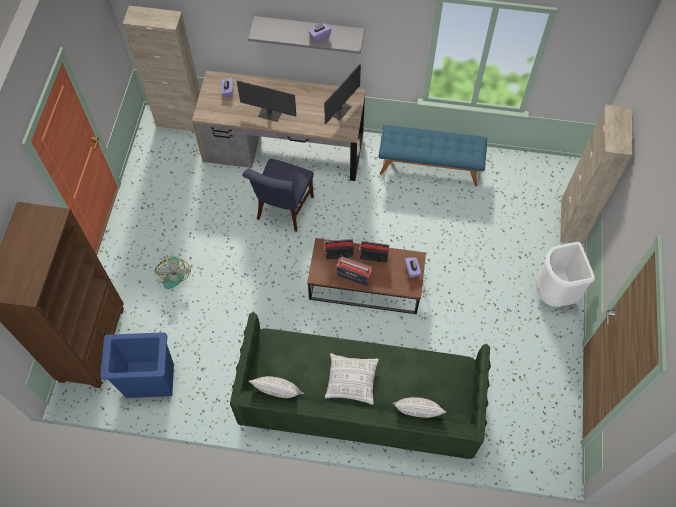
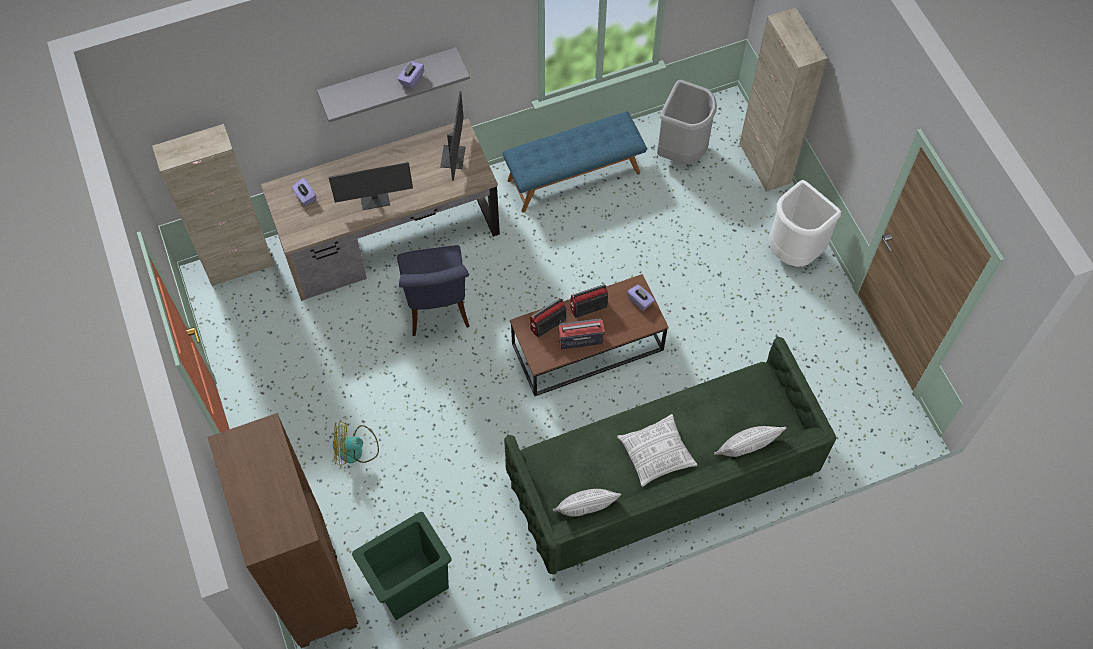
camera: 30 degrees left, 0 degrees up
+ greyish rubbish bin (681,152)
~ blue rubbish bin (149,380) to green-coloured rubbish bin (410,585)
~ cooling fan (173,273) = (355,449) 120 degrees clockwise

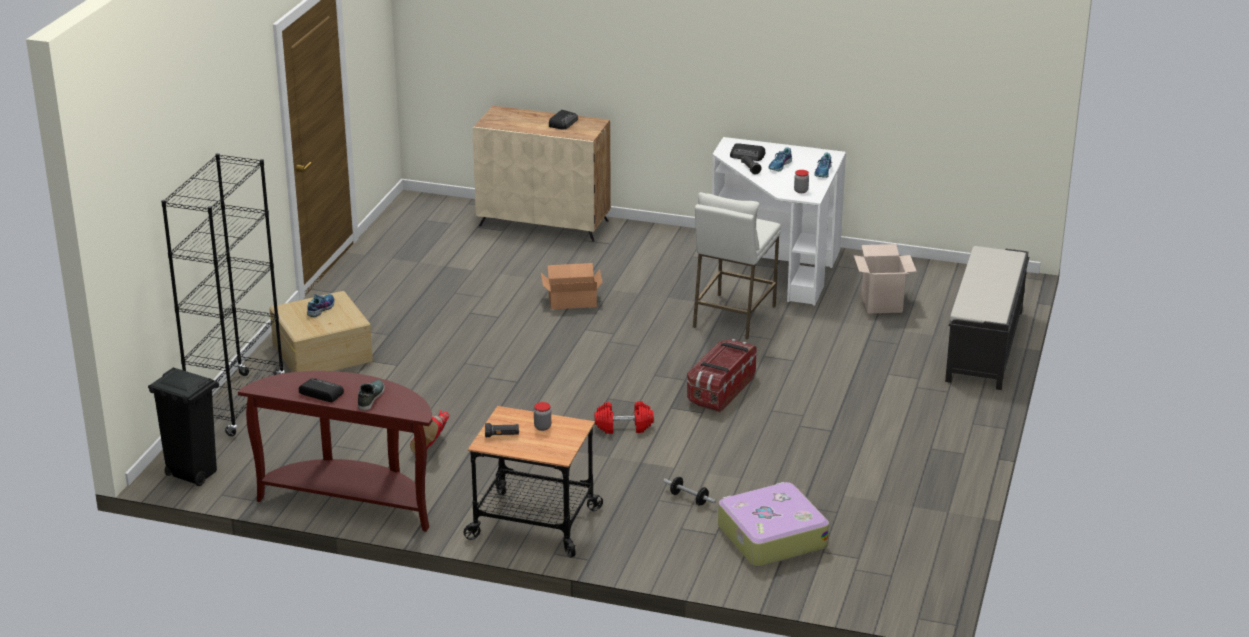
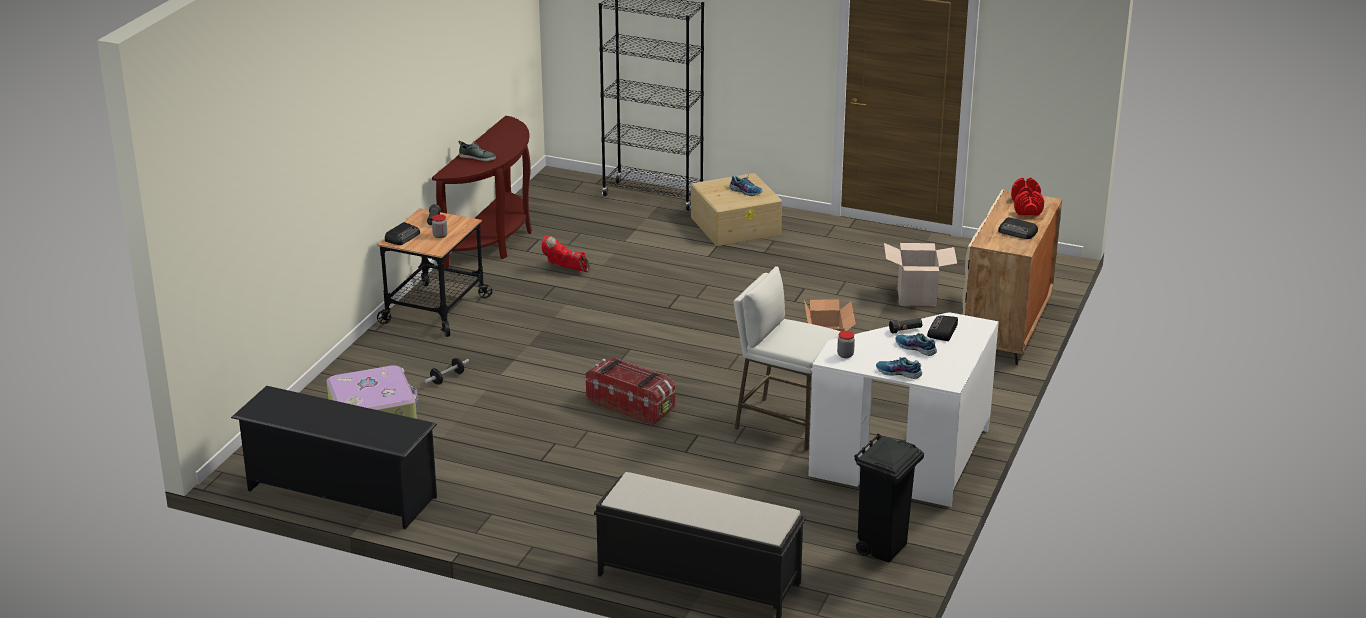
camera: 95 degrees right, 0 degrees up
+ black-coloured shoe stand (340,493)
~ black-coloured rubbish bin (192,474) to (883,548)
~ radio receiver (321,393) to (403,237)
~ red dumbbell (624,427) to (1026,207)
~ packing box (881,304) to (916,297)

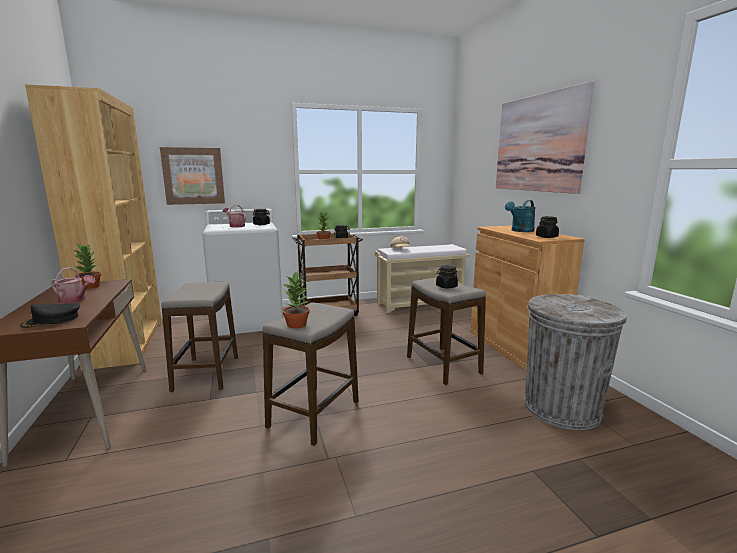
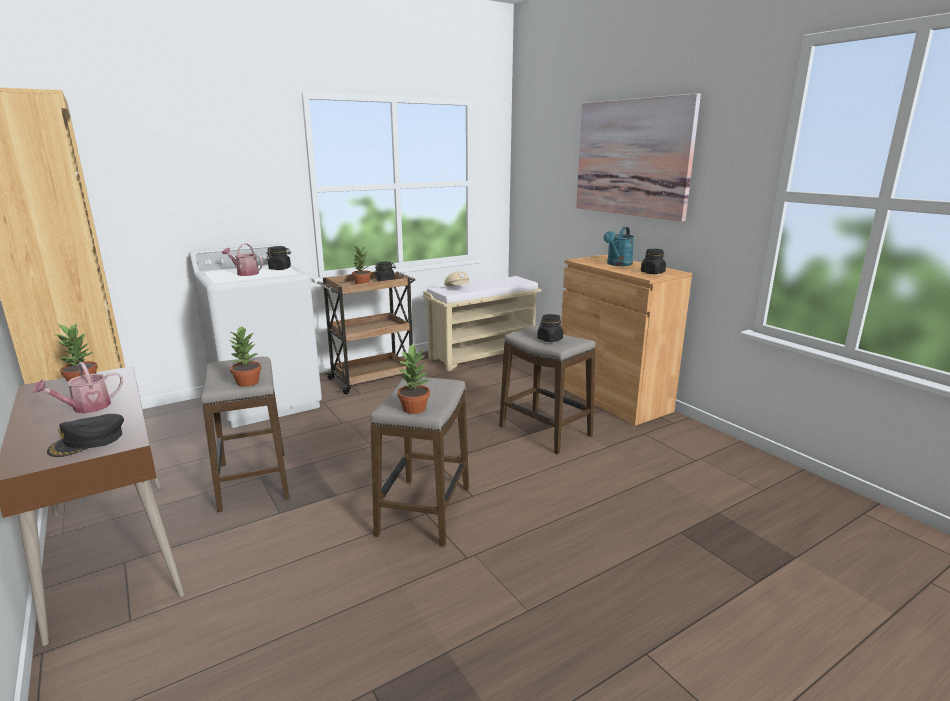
camera: 15 degrees left, 5 degrees up
- wall picture (193,176)
- greyish rubbish bin (561,408)
+ plant in a pot (247,383)
~ watering pot (75,300) = (86,408) 135 degrees clockwise

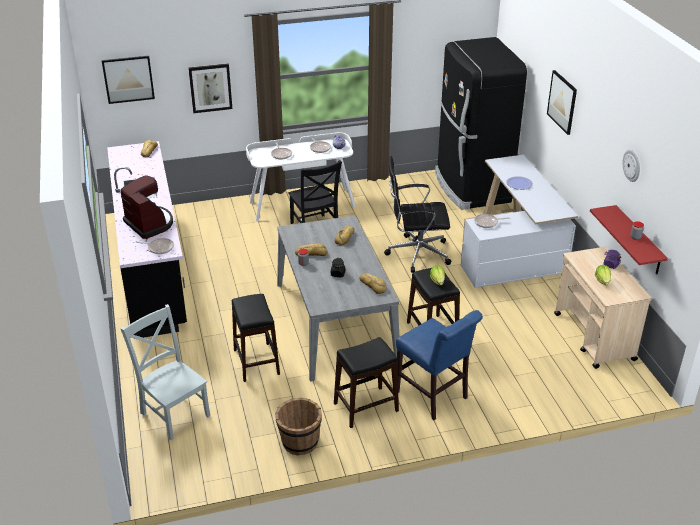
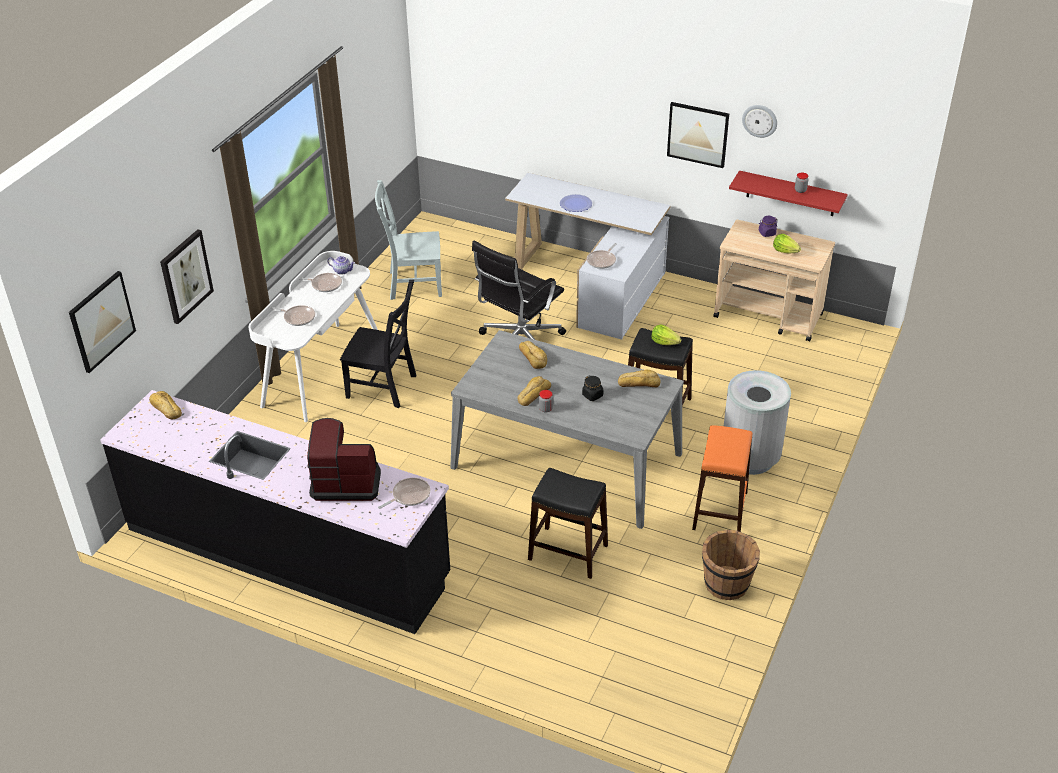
camera: 50 degrees left, 5 degrees up
- black-coloured kitchen fridge (471,187)
~ greyish upright chair (174,412) to (412,284)
~ wall picture (562,102) to (698,134)
~ blue upright chair (434,397) to greyish rubbish bin (750,458)
~ black-coloured sitting stool (366,407) to orange sitting stool (720,510)

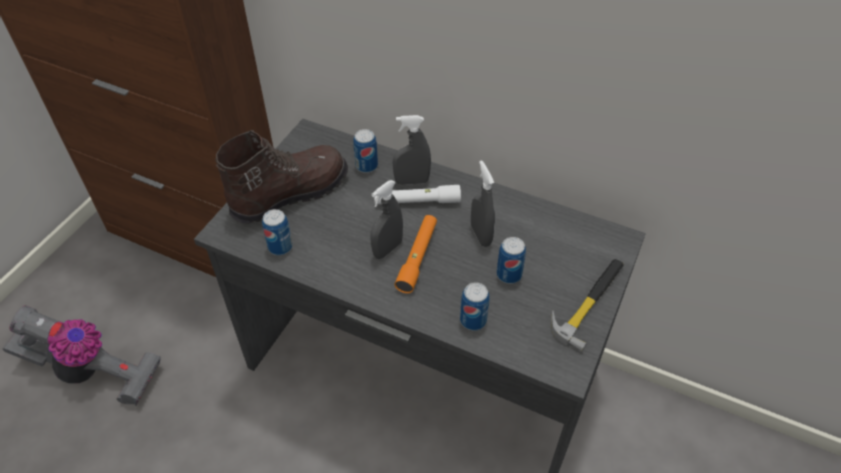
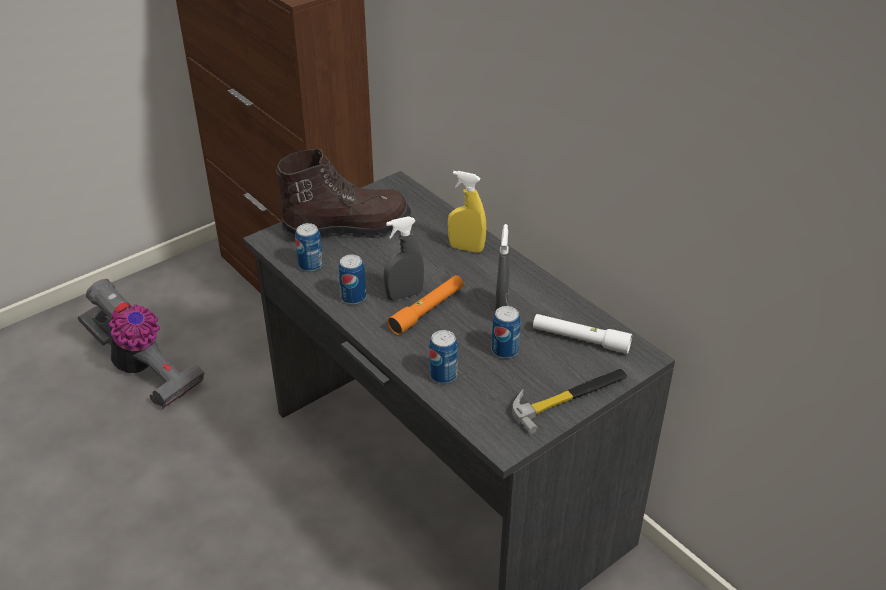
camera: 25 degrees right, 10 degrees down
~ metal can (366,166) to (353,297)
~ white-coloured hand torch (417,201) to (580,339)
~ greyish sprayer (412,181) to yellow sprayer (466,248)

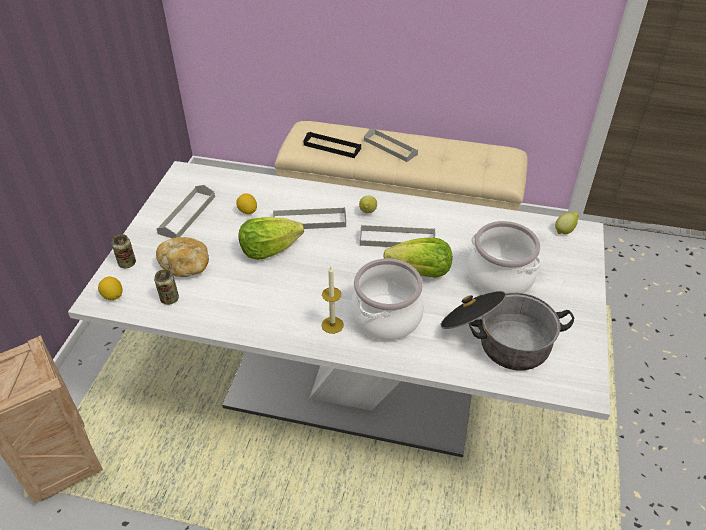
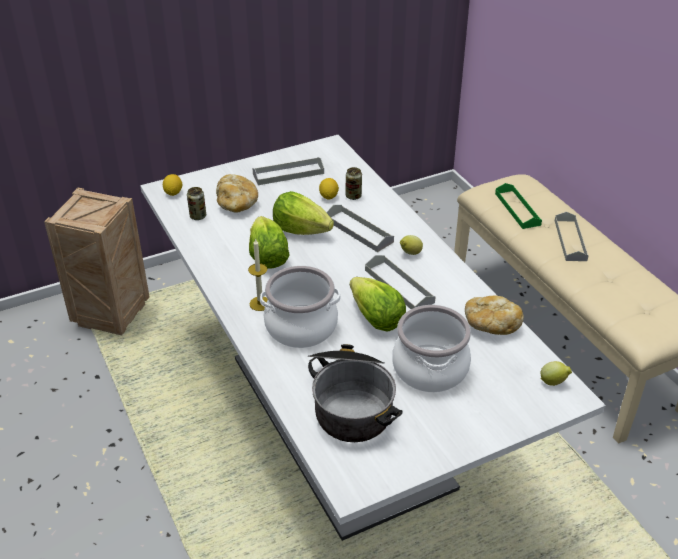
camera: 50 degrees right, 5 degrees down
+ lettuce head (267,257)
+ bread (490,325)
~ metal can (127,263) to (353,196)
~ black-coloured serving tray (332,147) to green-coloured serving tray (517,209)

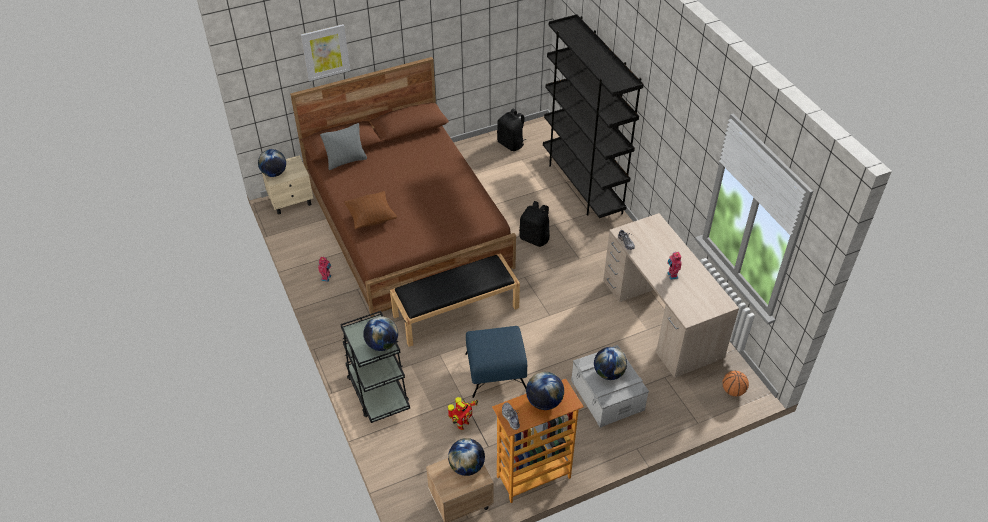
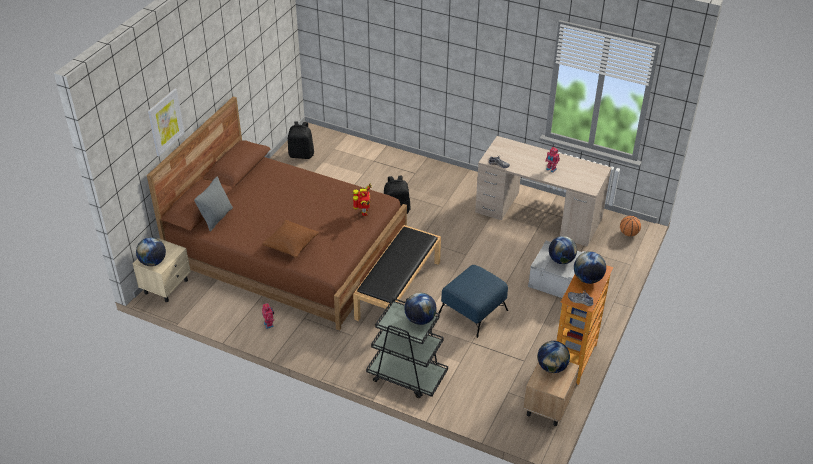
camera: 40 degrees left, 5 degrees down
- black-coloured shelving unit (582,185)
~ toy robot (461,424) to (363,212)

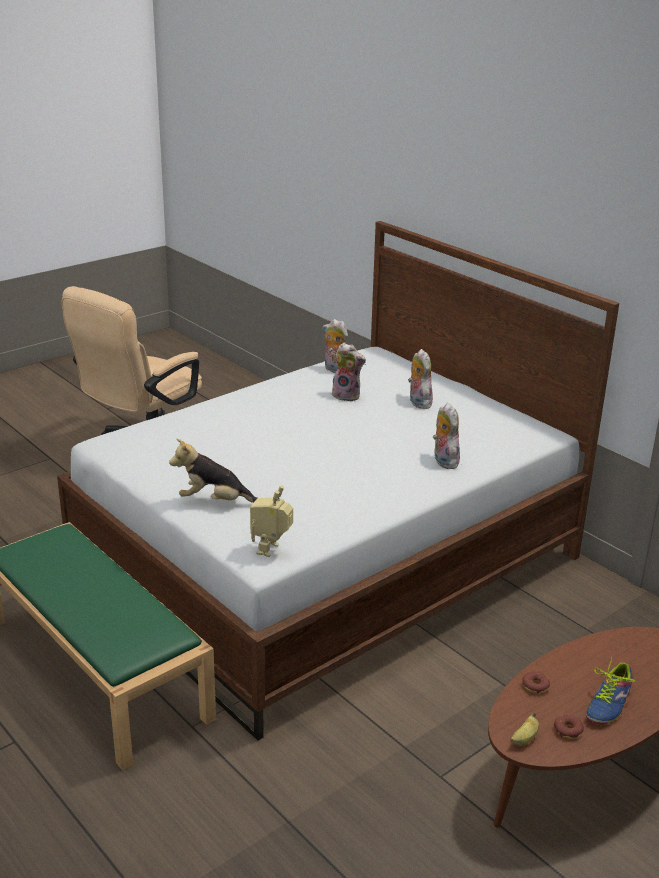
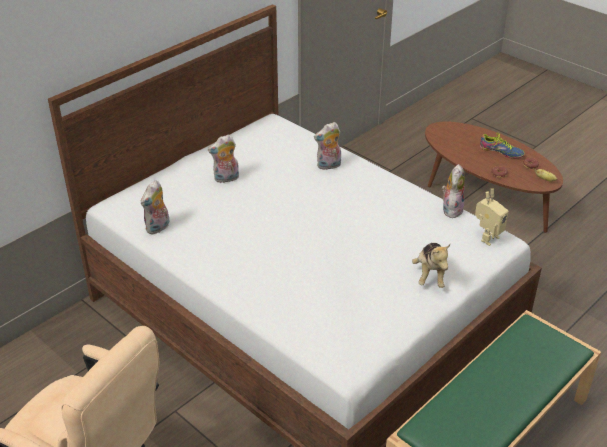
camera: 95 degrees left, 10 degrees up
~ soft toy (347,395) to (451,209)
~ toy robot (271,550) = (487,237) 60 degrees counterclockwise

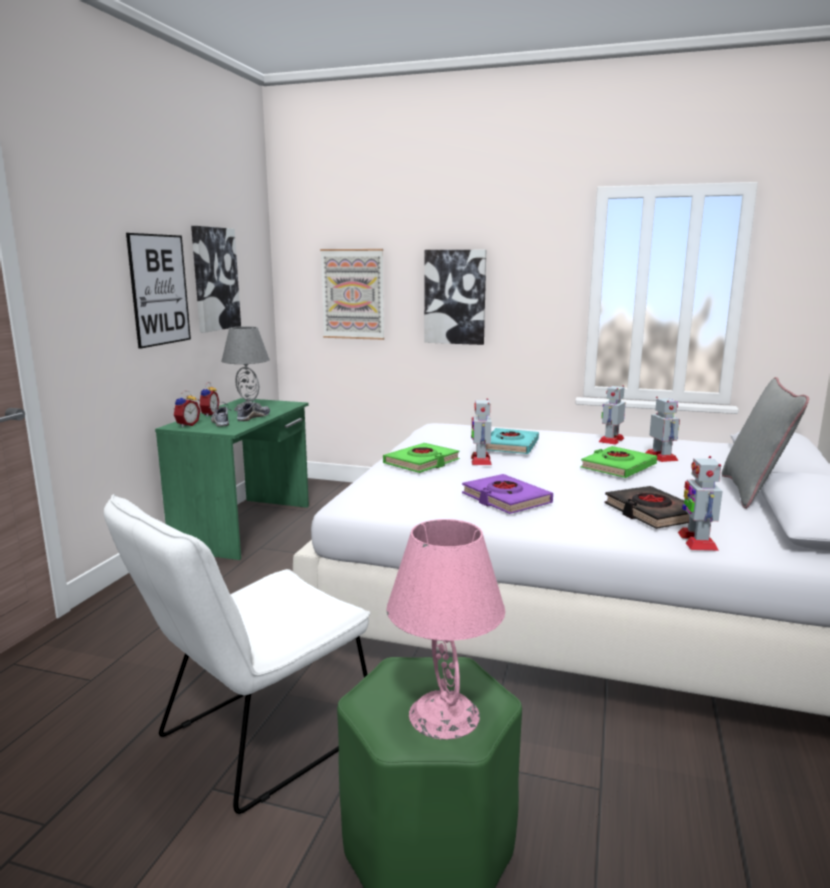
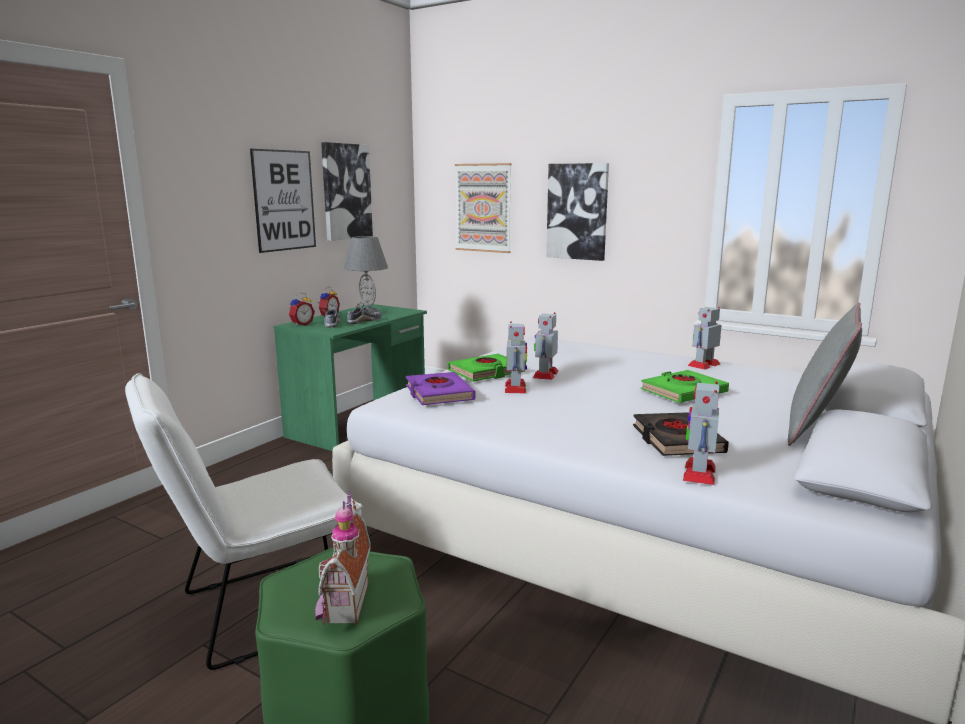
camera: 15 degrees right, 0 degrees up
- turquoise book (510,446)
~ purplish book (505,499) to (438,394)
~ toy robot (661,457) to (515,388)
~ pink-coloured tabletop lamp (445,715) to model house (341,604)

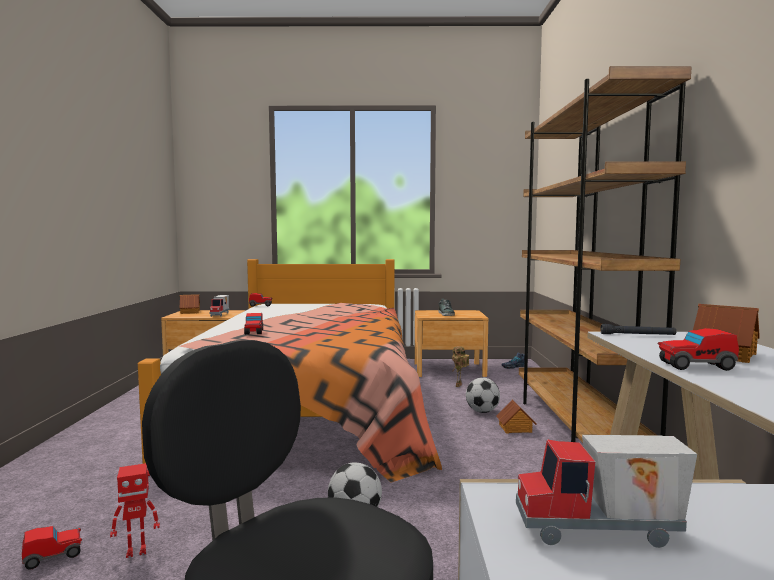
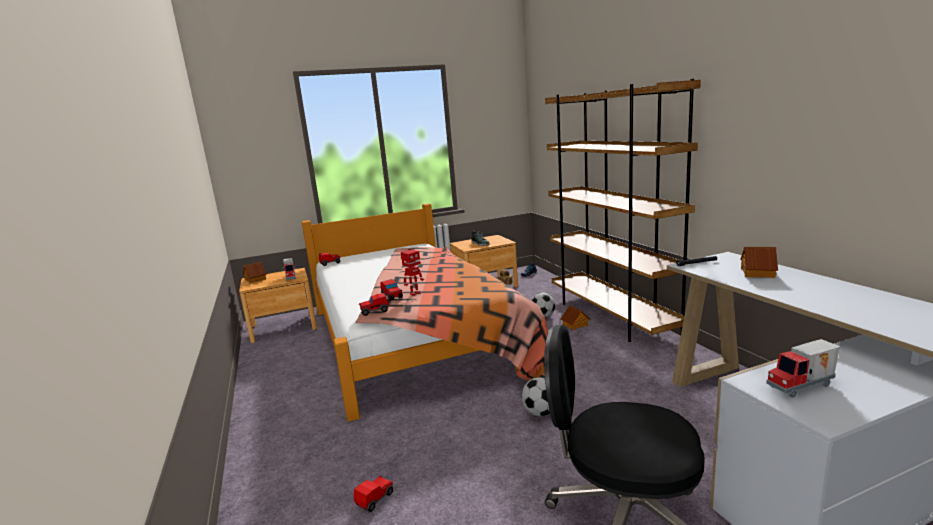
camera: 20 degrees left, 10 degrees up
~ toy robot (136,551) to (414,293)
~ miniature car (695,366) to (374,311)

